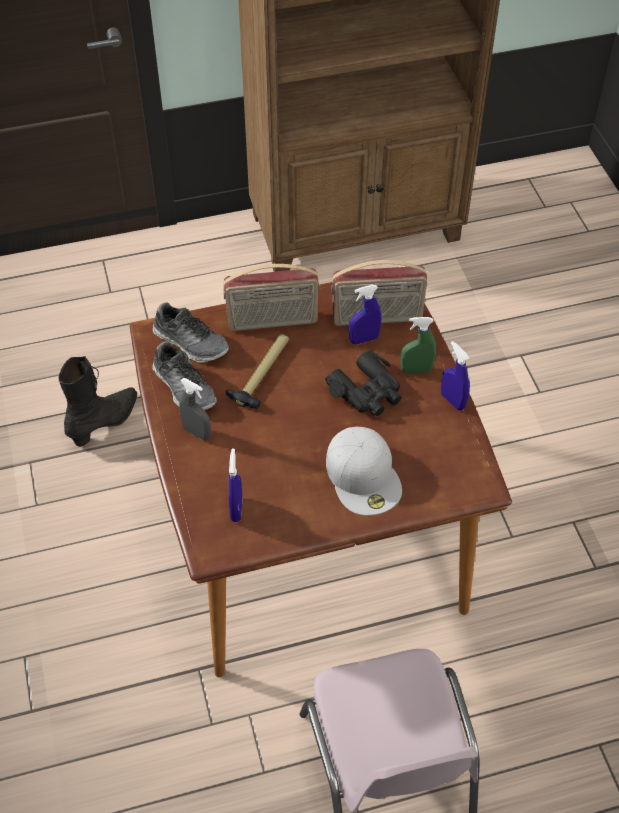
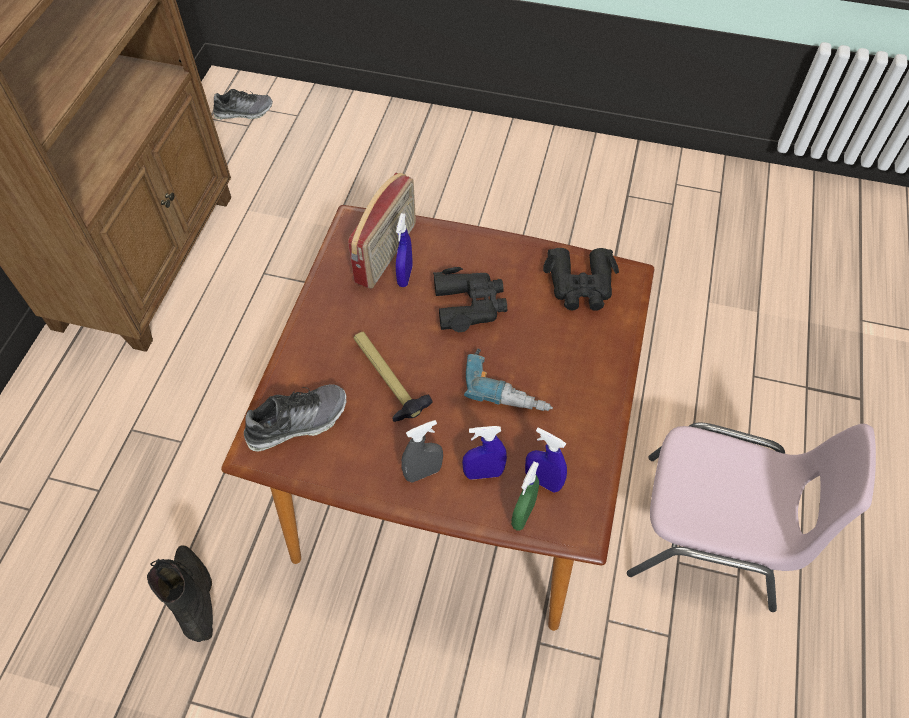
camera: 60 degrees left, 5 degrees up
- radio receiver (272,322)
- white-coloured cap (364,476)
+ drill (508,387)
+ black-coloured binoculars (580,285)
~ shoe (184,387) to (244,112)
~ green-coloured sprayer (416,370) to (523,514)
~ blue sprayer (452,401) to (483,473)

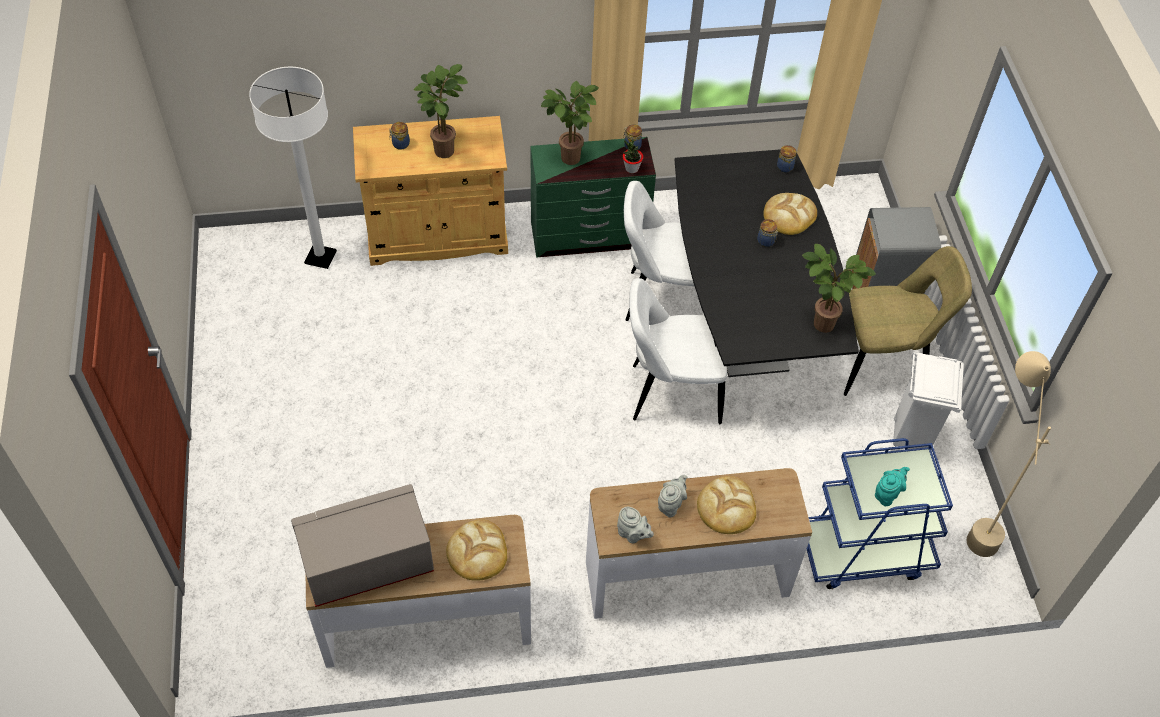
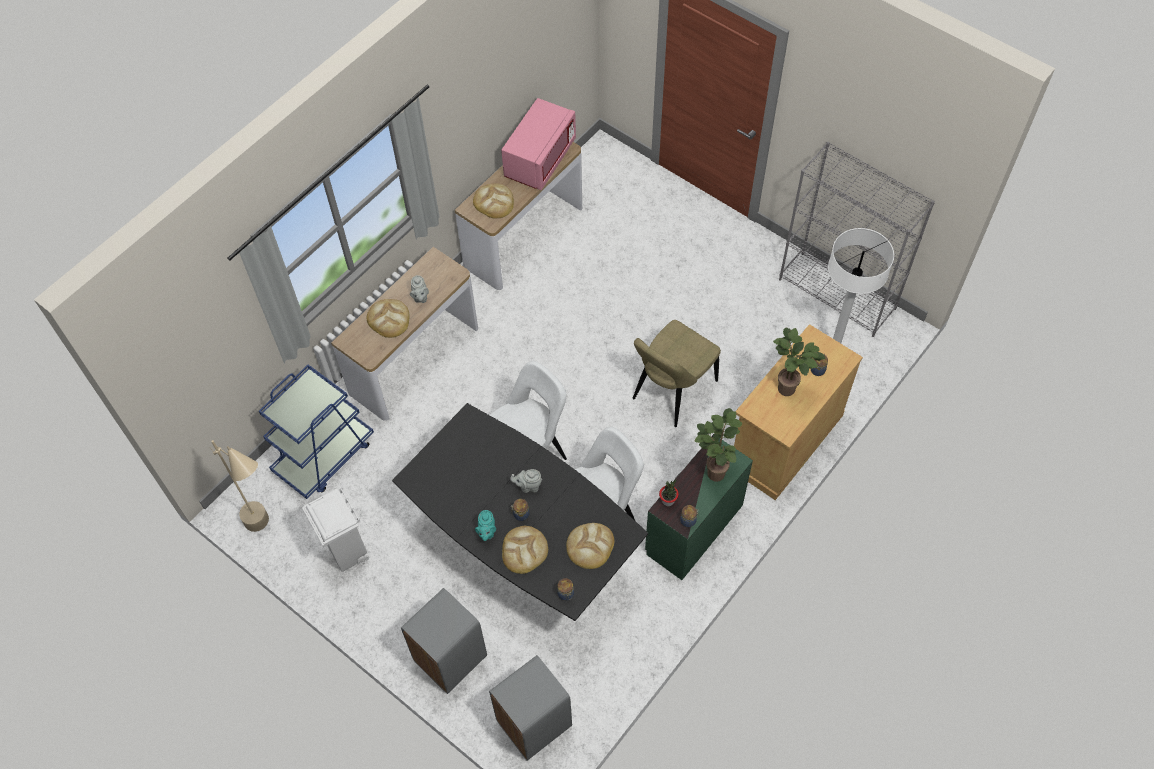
camera: 140 degrees right, 5 degrees up
- plant in a pot (820,325)
+ greyish rubbish bin (533,723)
+ bread (590,546)
+ greyish shelving unit (838,294)
~ greyish pot for tea (633,534) to (528,486)
~ sand-coloured upright chair (882,364) to (672,392)
~ turquoise pot for tea (887,494) to (486,532)
~ greyish microwave oven (367,562) to pink-coloured microwave oven (540,159)

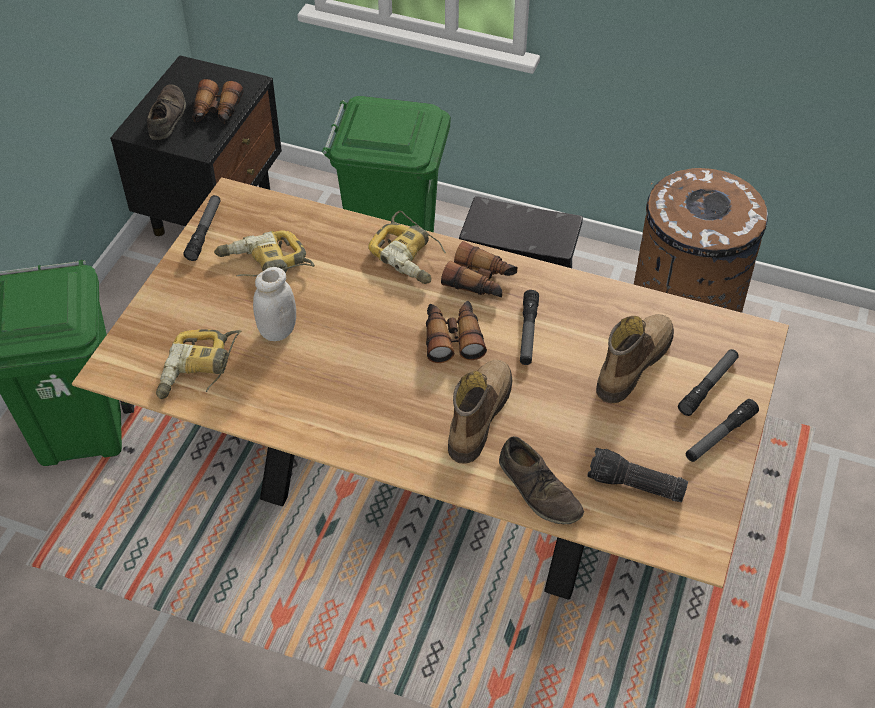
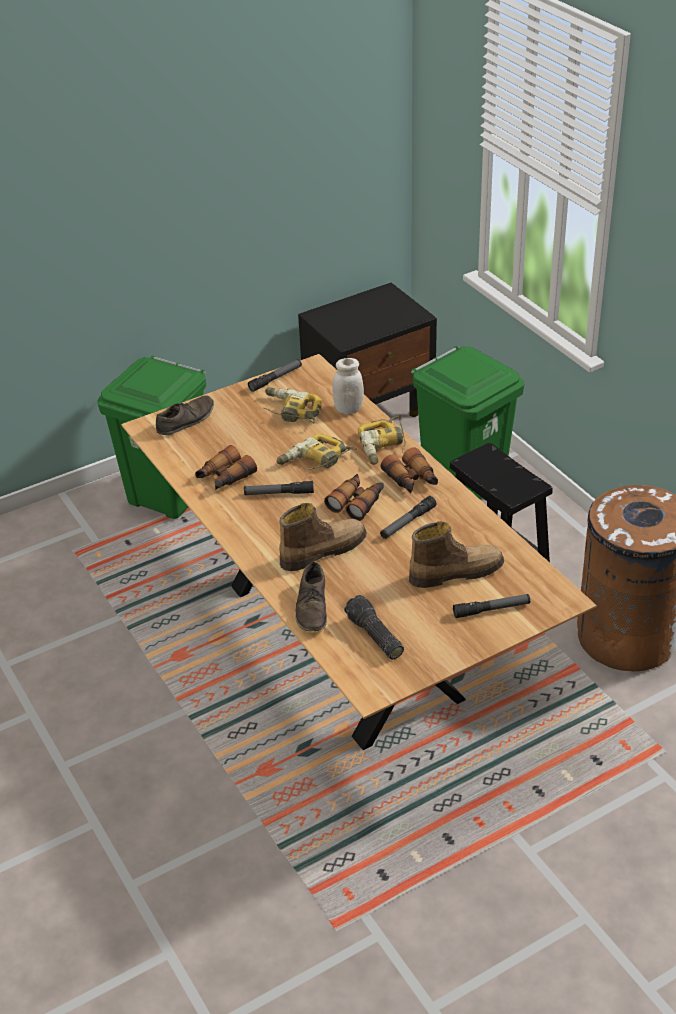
camera: 40 degrees right, 10 degrees down
~ brown shoe (167,117) to (186,420)
~ drill (199,371) to (315,461)
~ binoculars (216,112) to (224,477)
~ white-coloured storage jar (277,331) to (348,409)
~ hand torch (720,436) to (279,493)

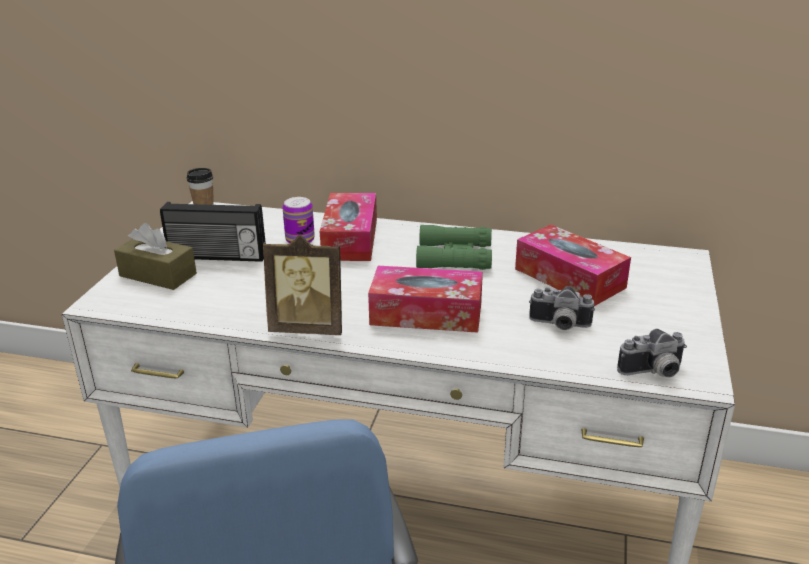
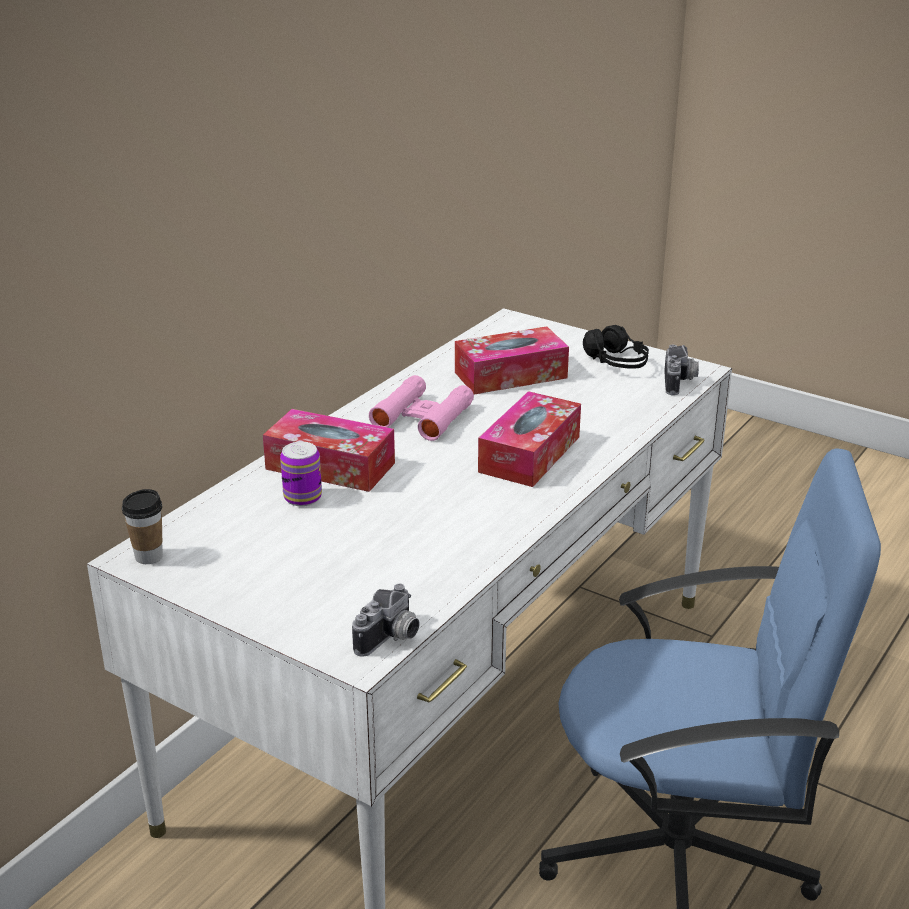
camera: 70 degrees left, 0 degrees up
- brown tissue box (158,275)
- radio receiver (217,256)
- picture frame (308,327)
+ black-coloured headset (617,362)
~ still camera (559,325) to (391,639)
~ green-coloured binoculars (454,256) to pink-coloured binoculars (422,417)

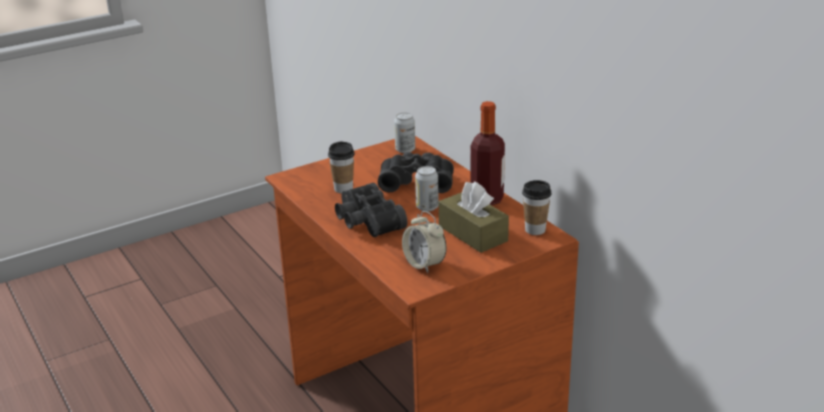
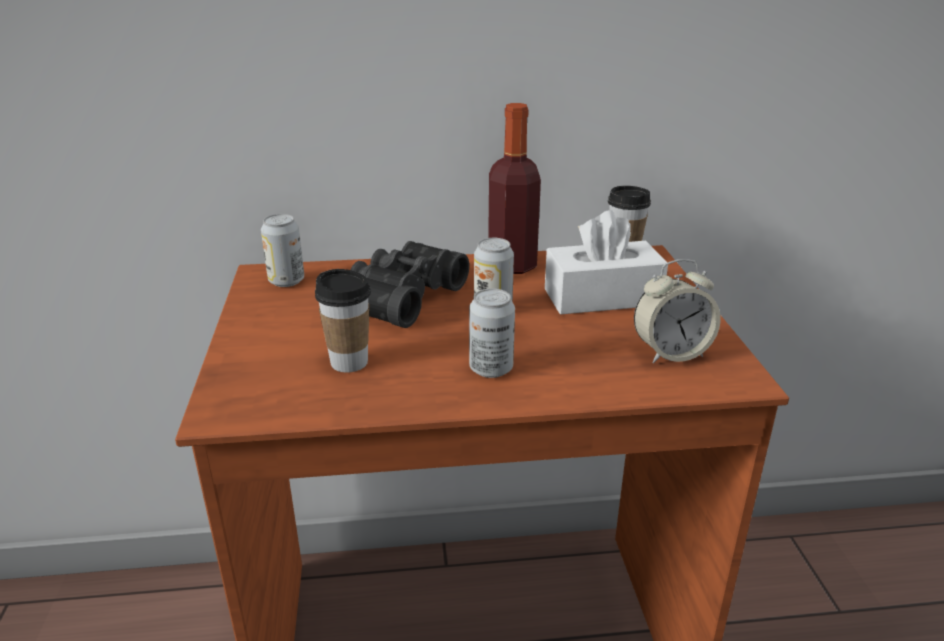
camera: 65 degrees left, 0 degrees up
~ black-coloured binoculars (366,221) to metal can (491,369)
~ brown tissue box (473,233) to white-coloured tissue box (602,297)

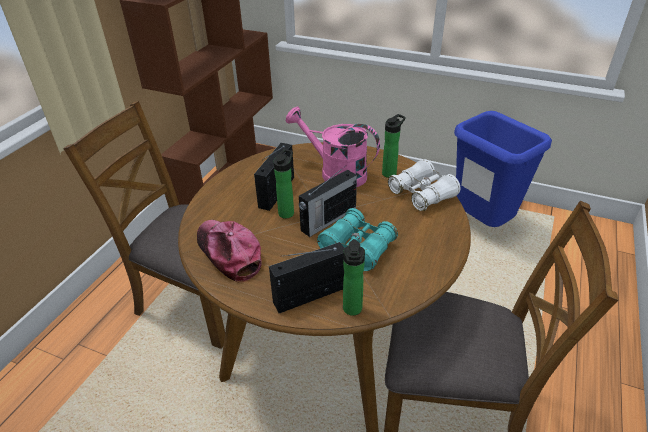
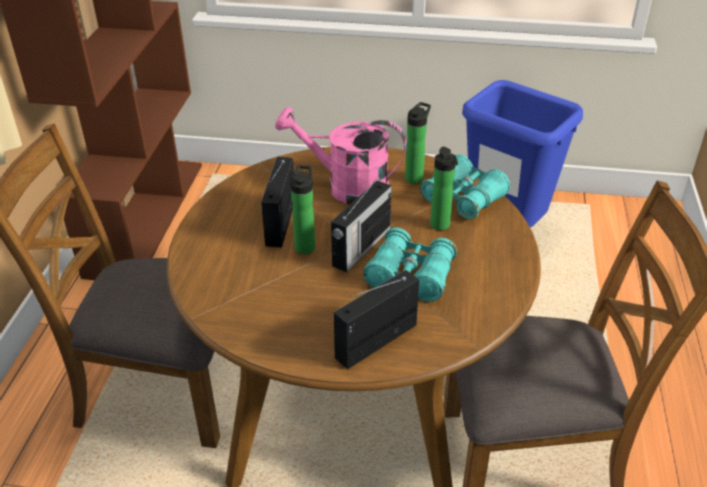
camera: 15 degrees left, 0 degrees up
- cap (229,253)
~ bottle (352,311) to (441,226)
~ white-coloured binoculars (422,194) to turquoise binoculars (463,198)

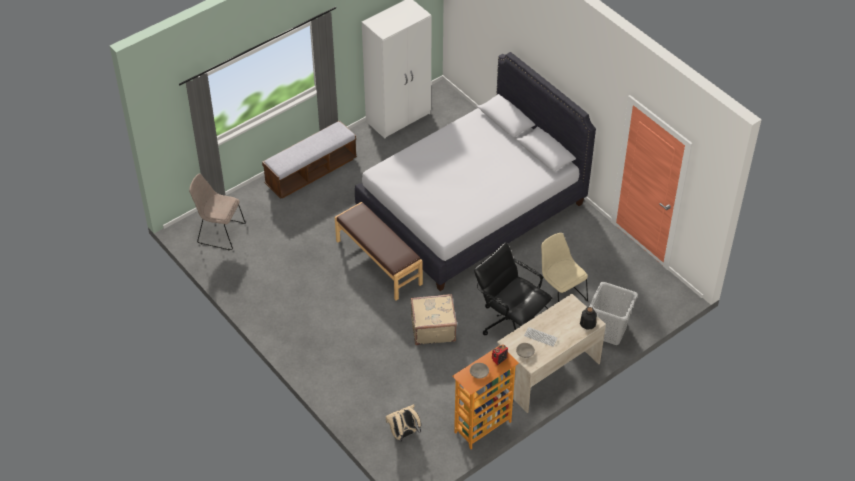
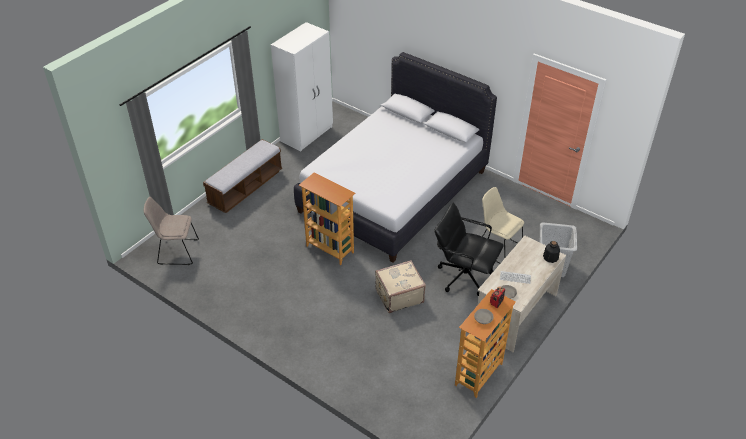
camera: 15 degrees left, 5 degrees down
- sand-coloured rucksack (403,434)
~ brown indoor bench (379,262) to shelving unit (330,249)

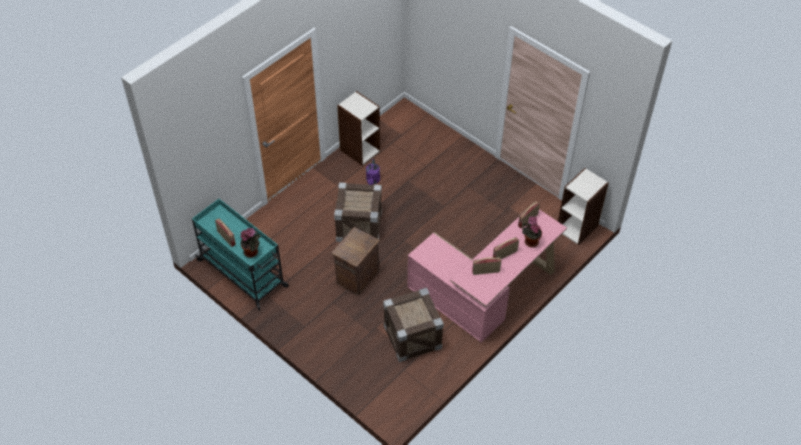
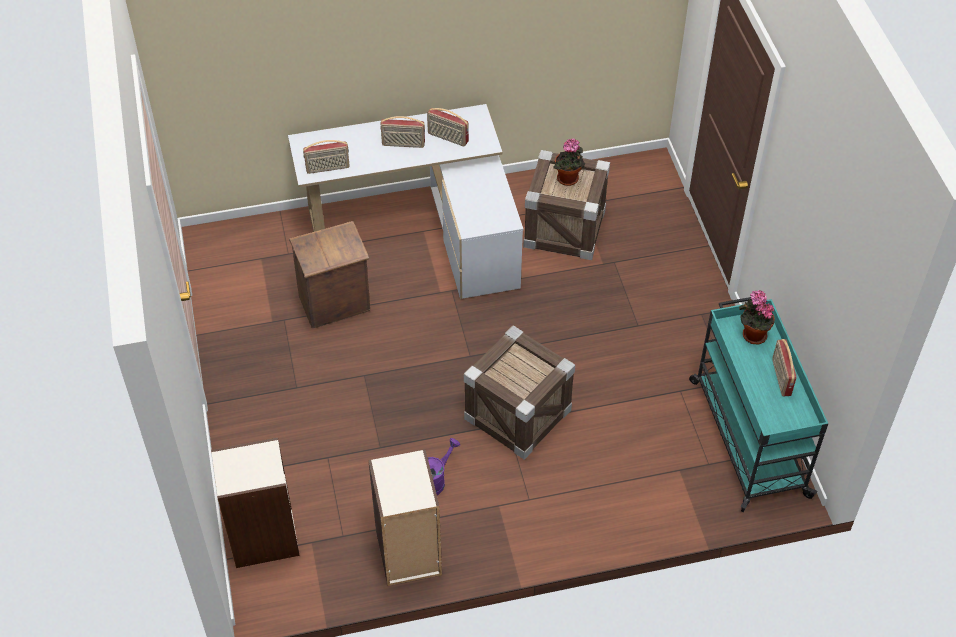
camera: 145 degrees left, 0 degrees up
~ packing crate (357,277) to (335,304)
~ plant in a pot (530,241) to (568,180)
~ shelving unit (577,227) to (263,538)
~ pink-coloured desk table (485,292) to white-coloured desk table (422,230)

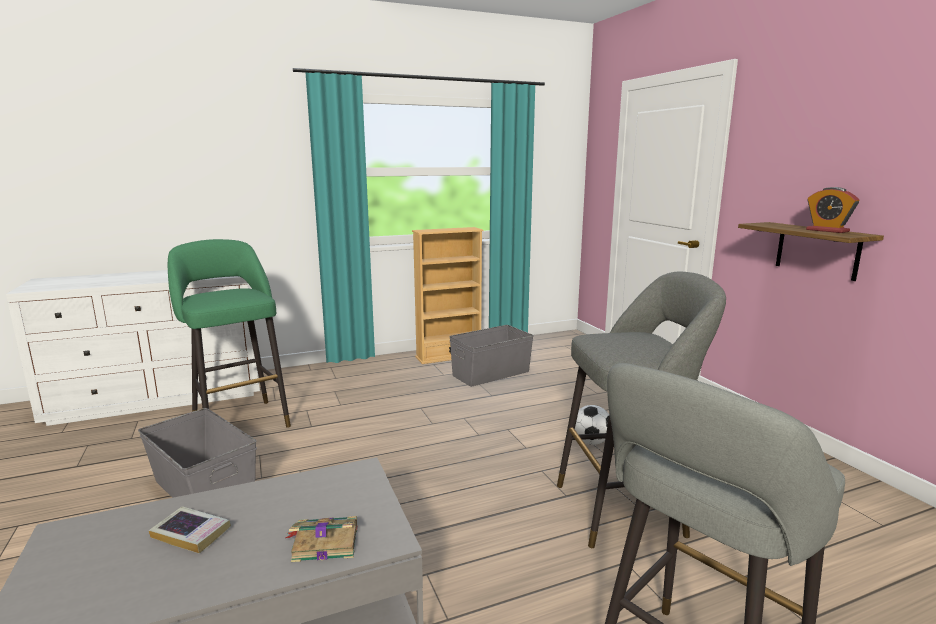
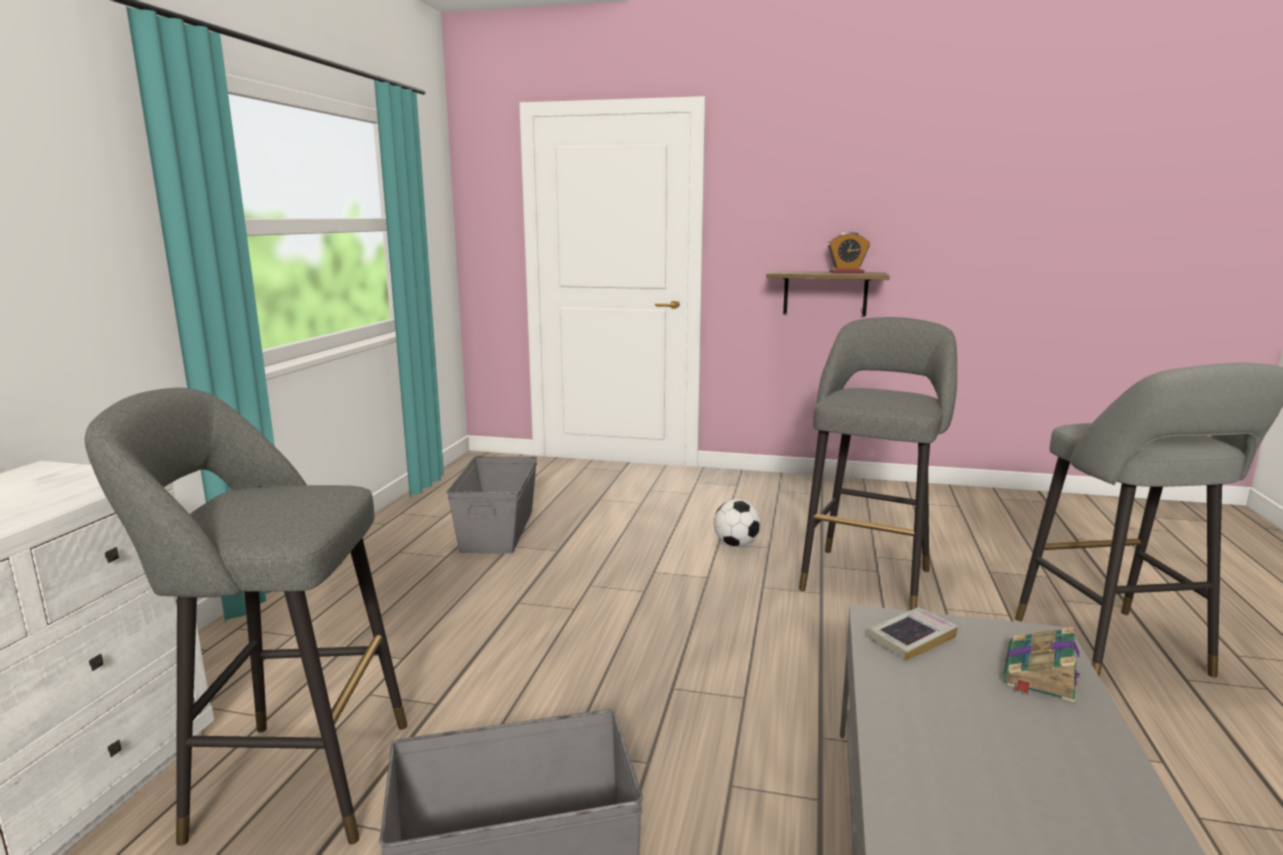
camera: 55 degrees left, 0 degrees up
- sand-coloured shelving unit (449,356)
~ book (191,533) to (911,638)
~ green-coloured sitting stool (239,421) to greyish sitting stool (289,779)

